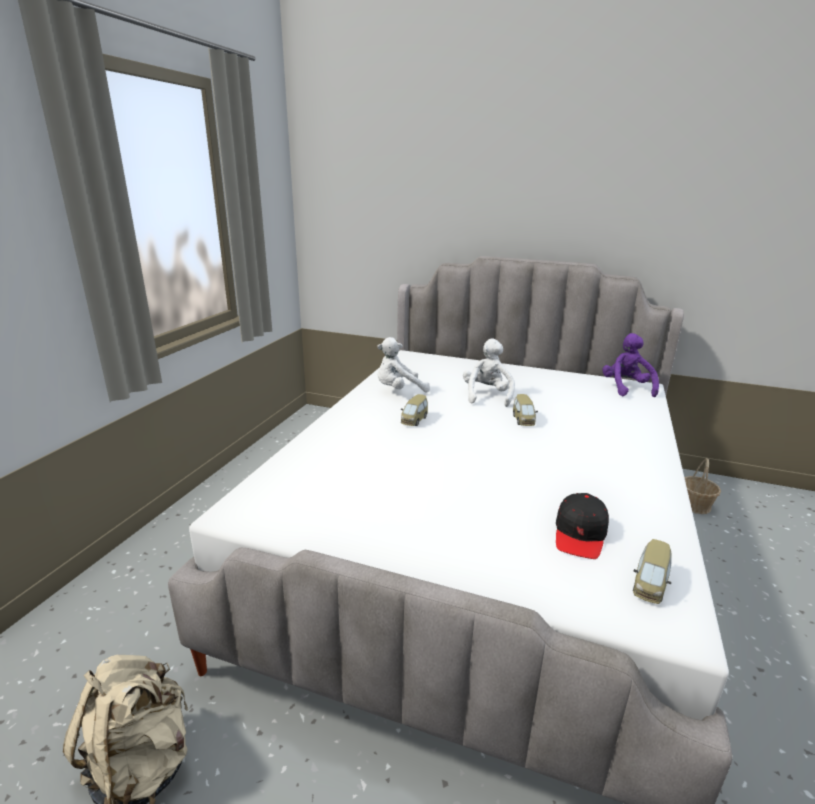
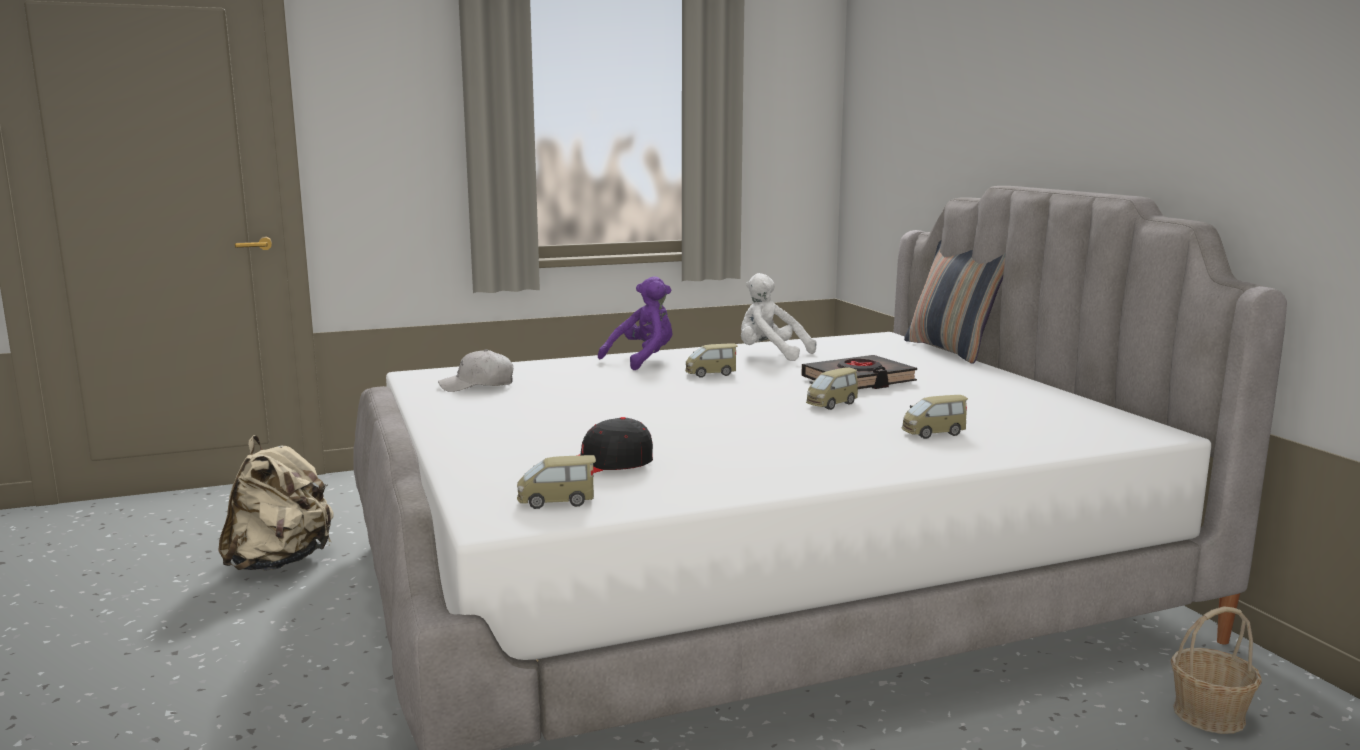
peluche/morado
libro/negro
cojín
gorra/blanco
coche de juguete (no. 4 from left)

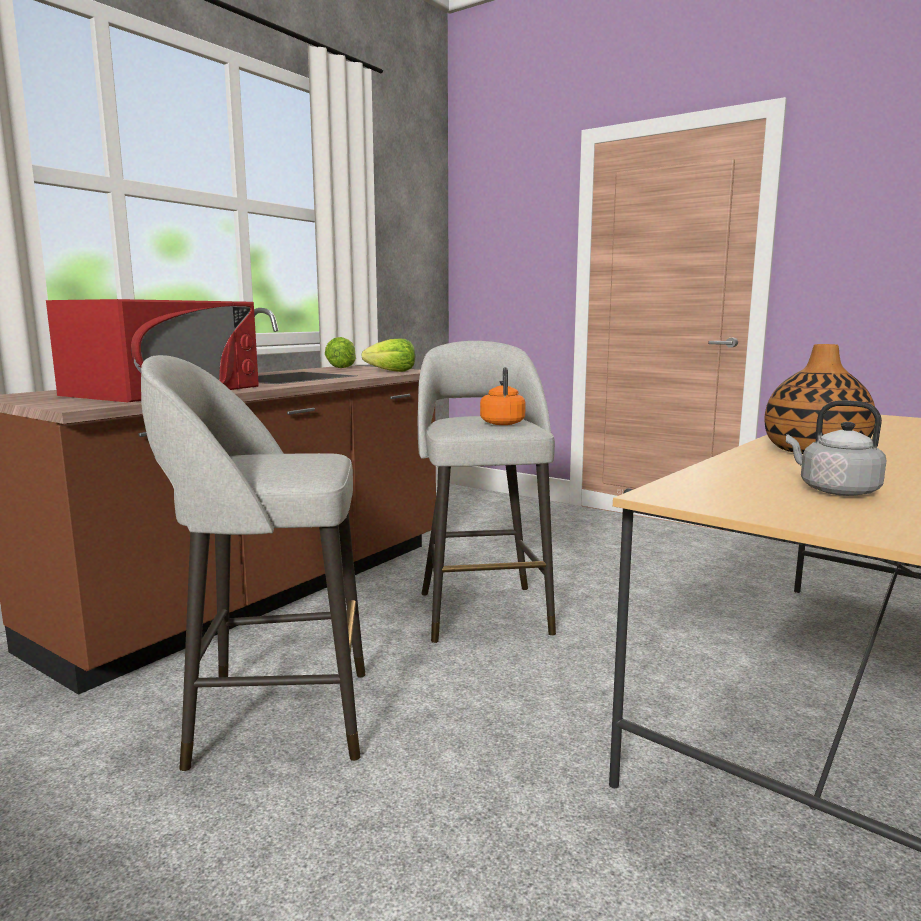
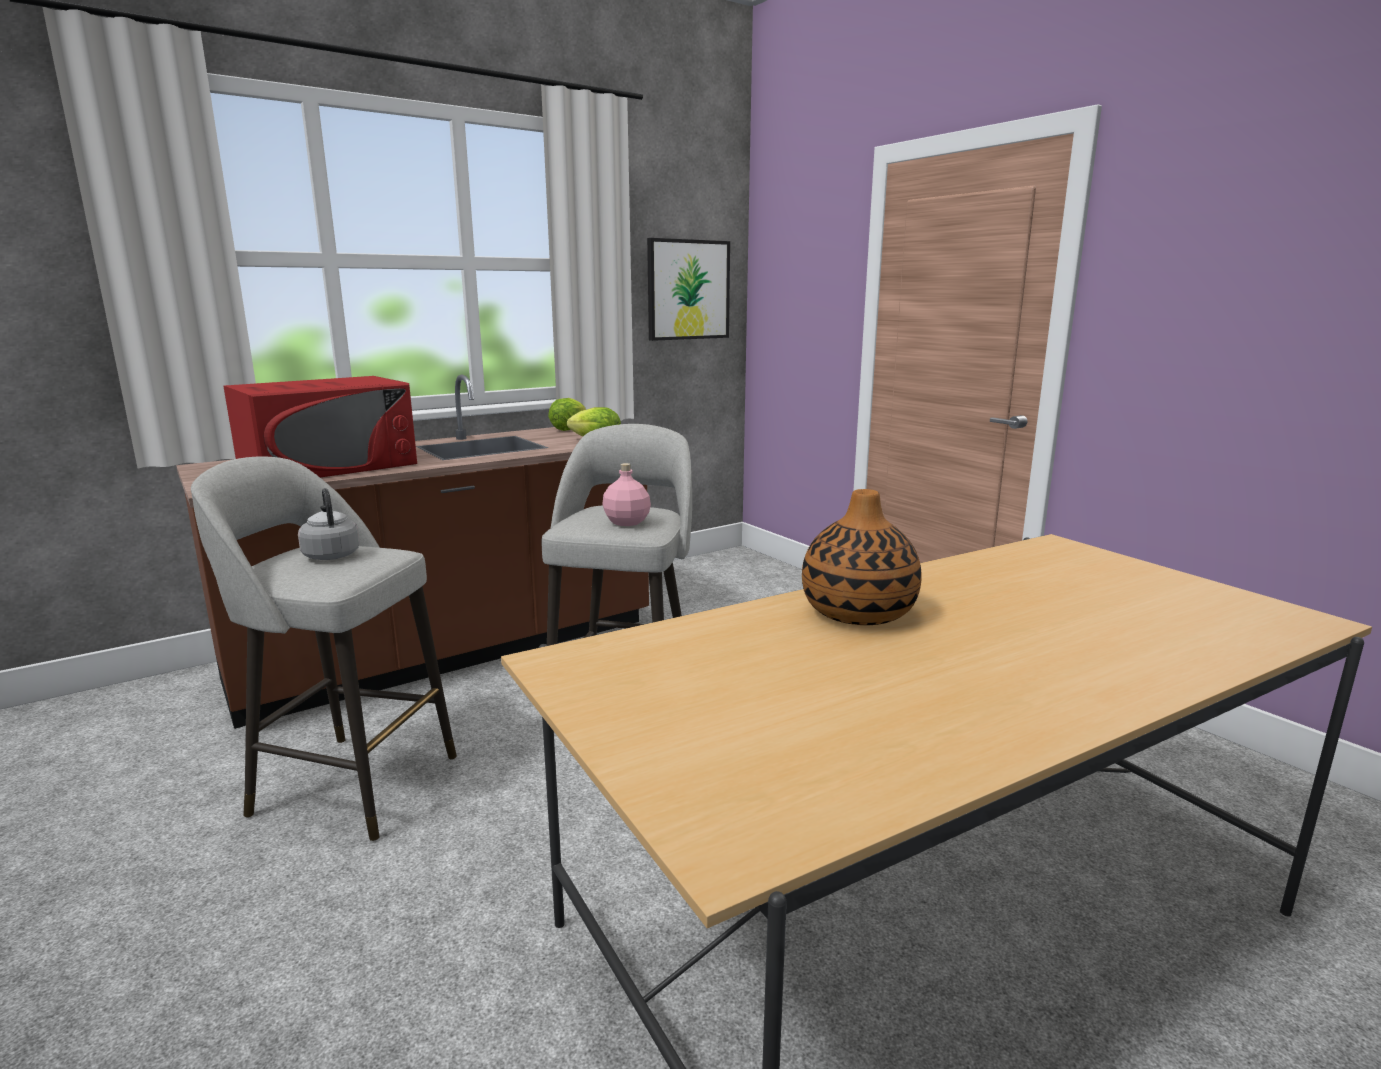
botella/rosa
hervidor/gris
cuadro

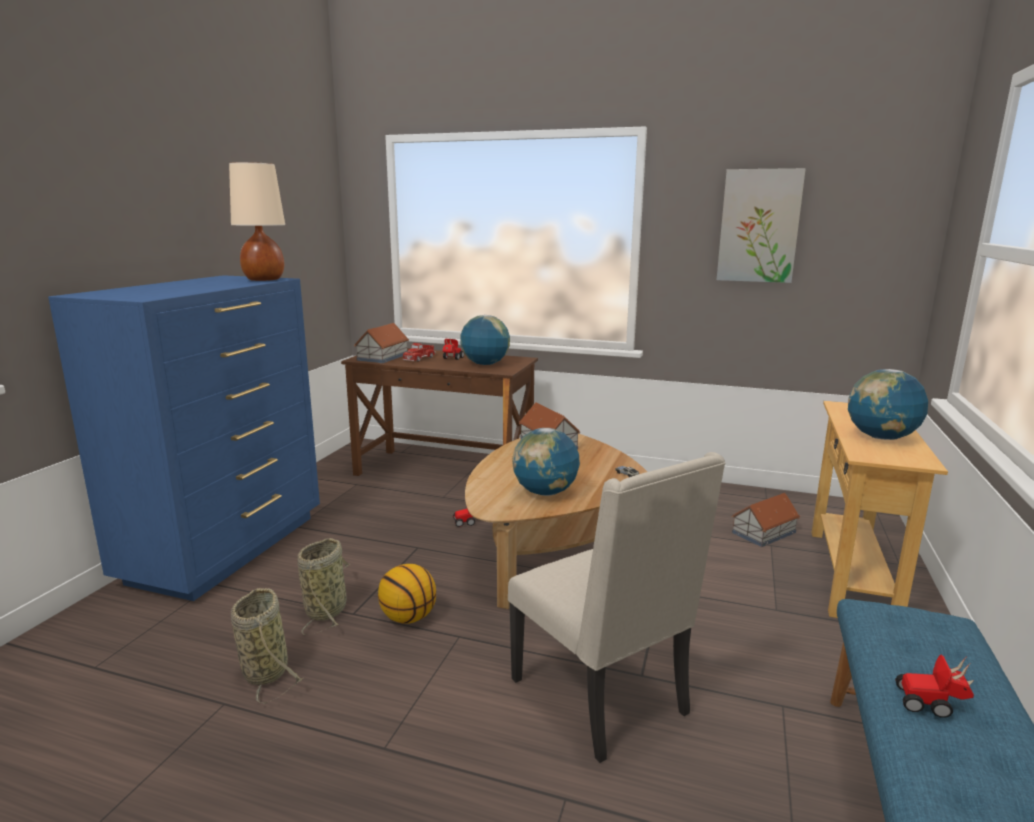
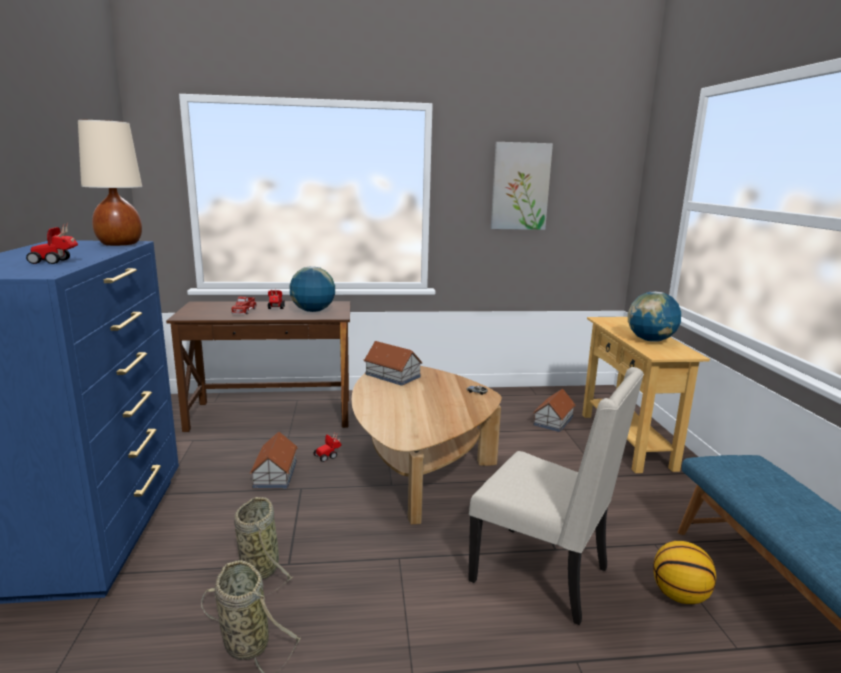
casita (no. 1 from left)
globo terráqueo (no. 2 from left in the first image)
balón de baloncesto
coche de juguete (no. 1 from left)

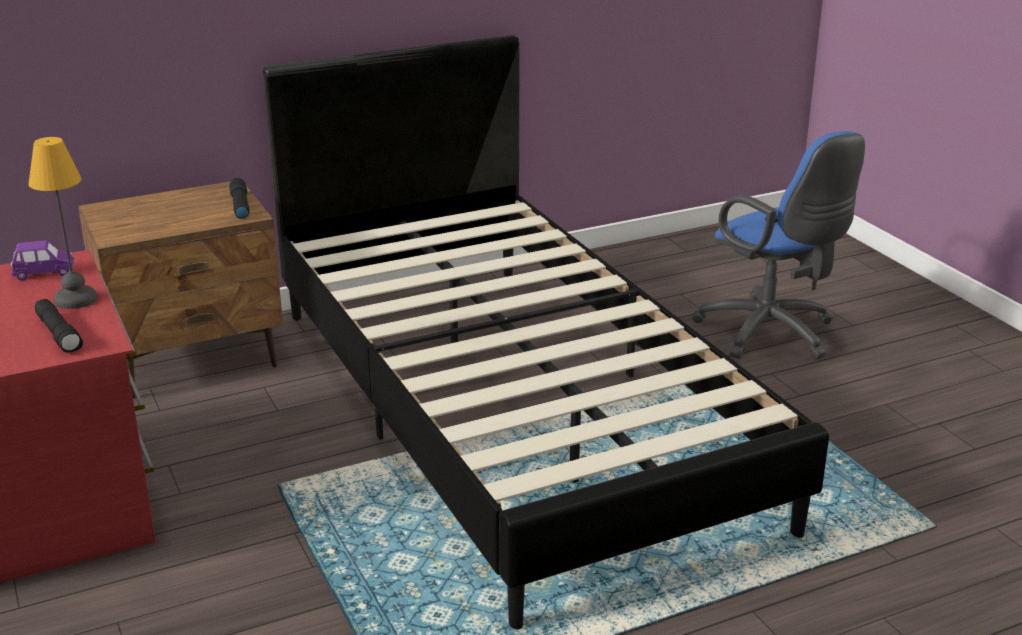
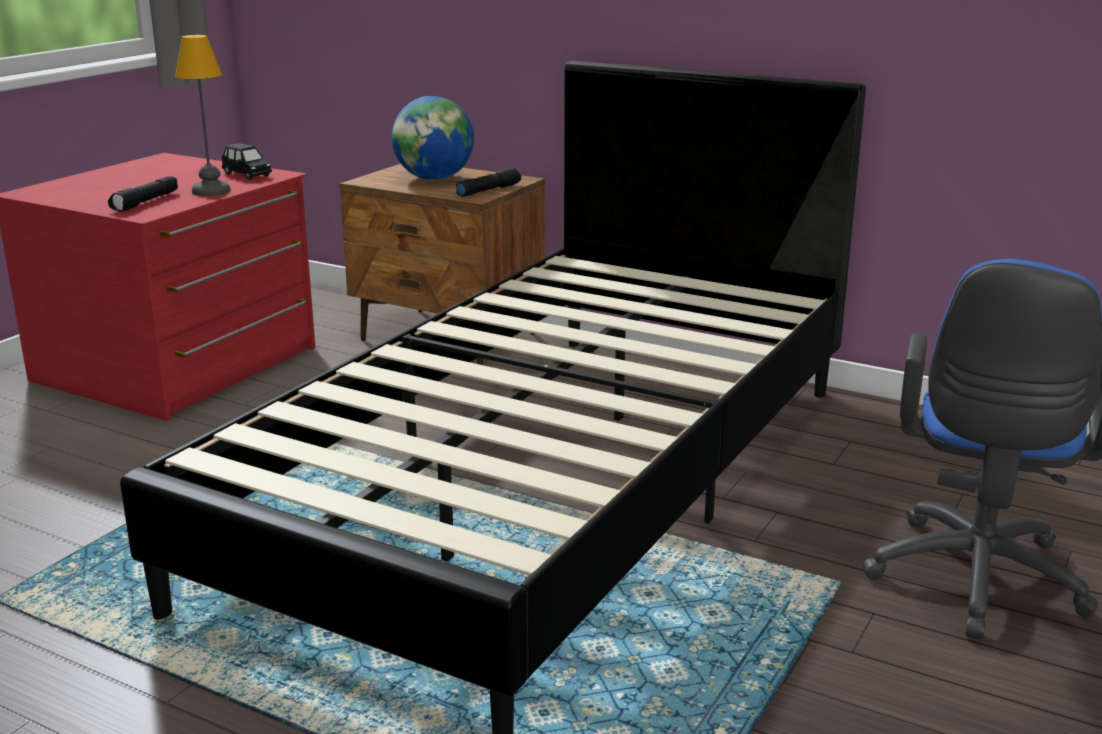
coche de juguete/negro
globo terráqueo

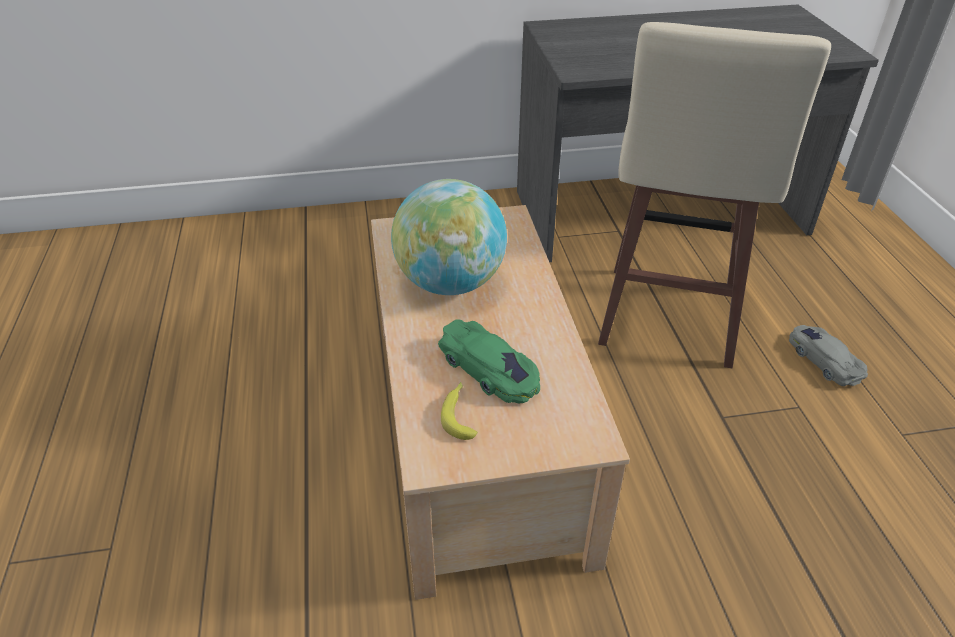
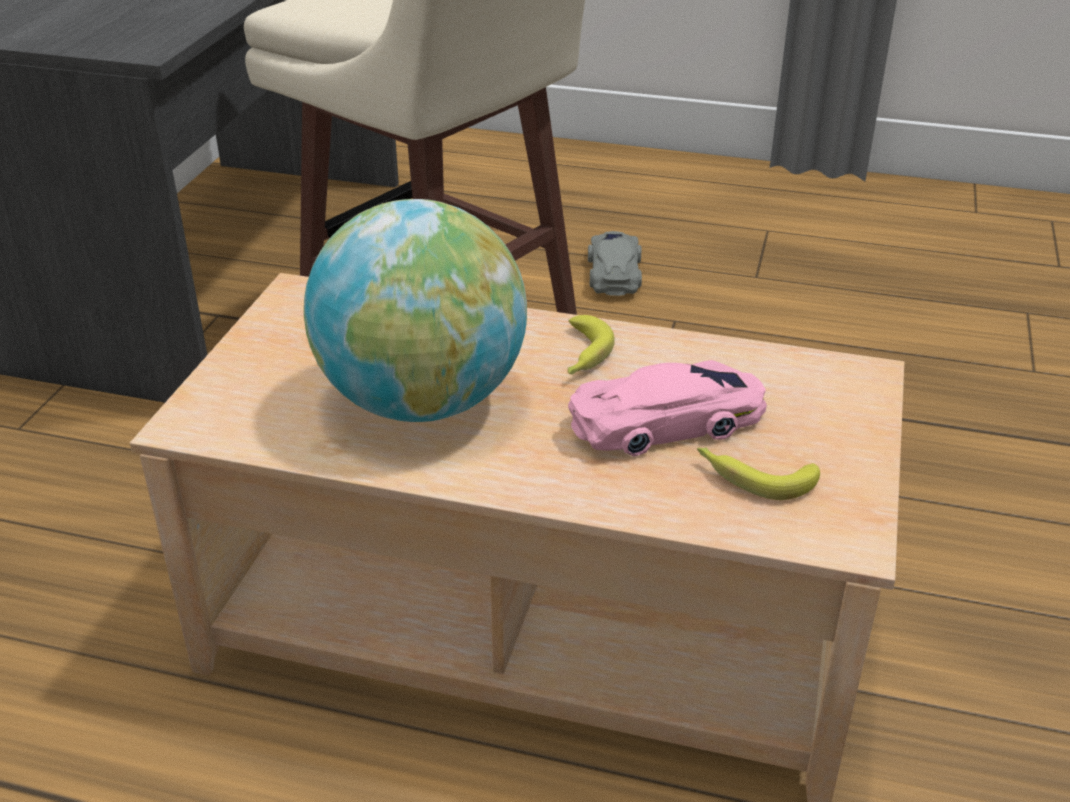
coche de juguete/rosa
coche de juguete/gris
plátano (no. 1 from left)

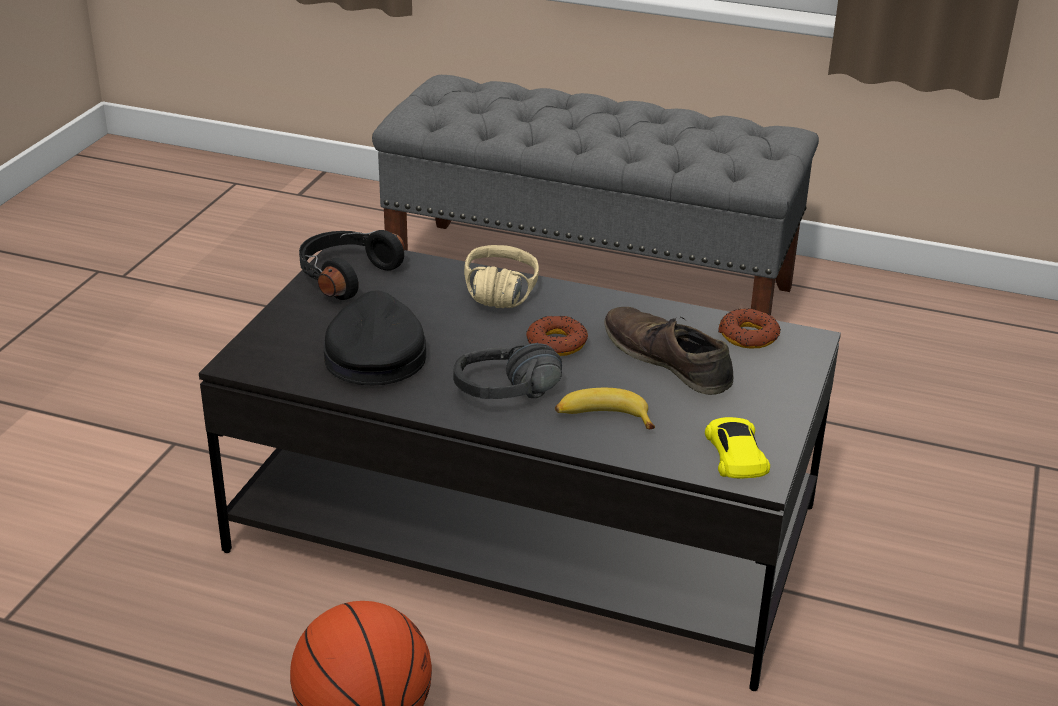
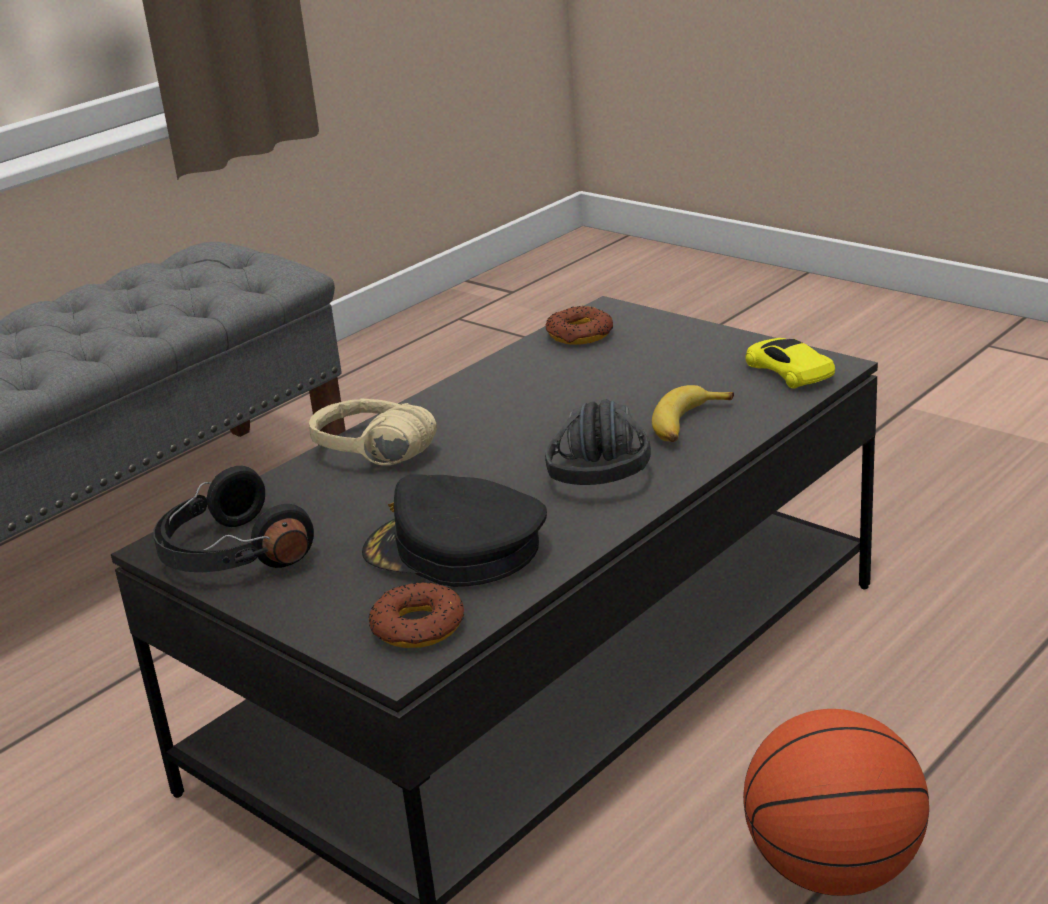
zapato/marrón
rosquilla (no. 1 from left)
coche de juguete/amarillo

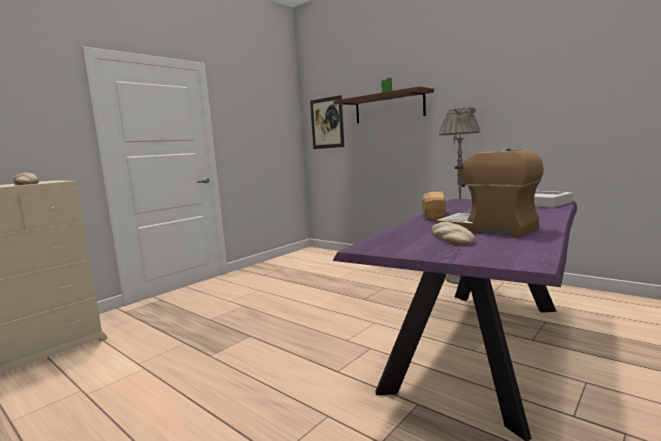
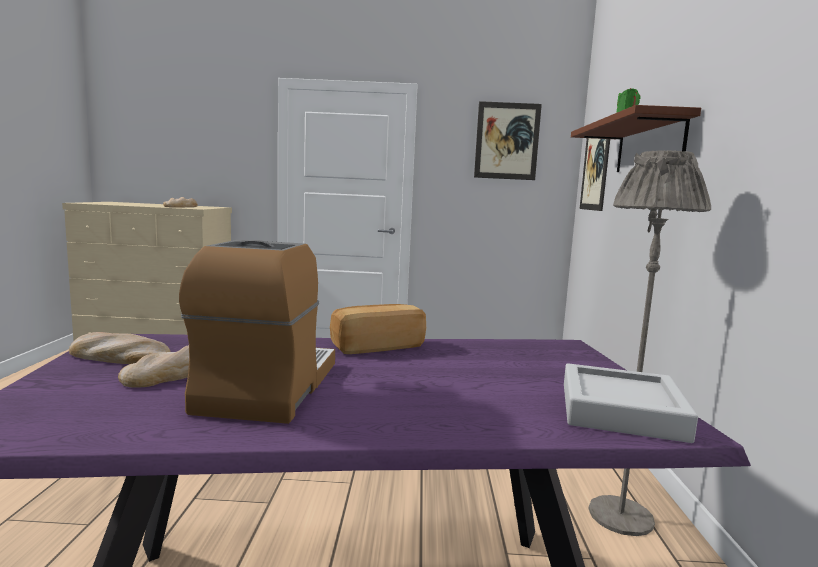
cuadro (no. 1 from left)
pan (no. 1 from left)

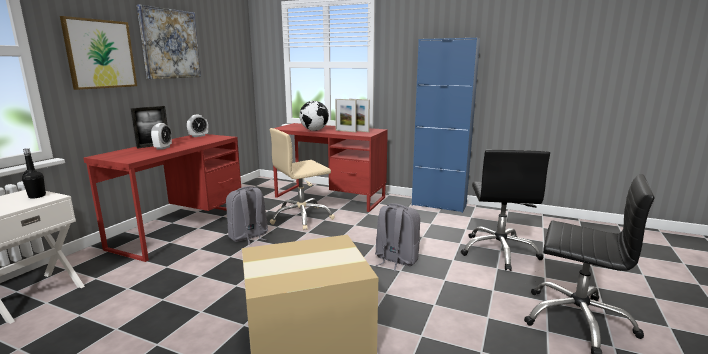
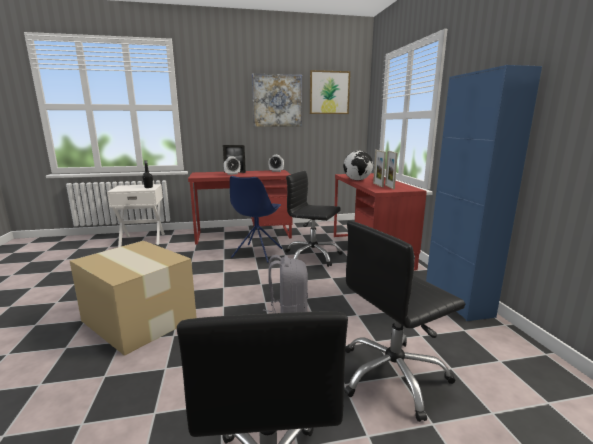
cuadro (no. 2 from left)
silla de oficina/negro (no. 2 from left)
silla/azul

